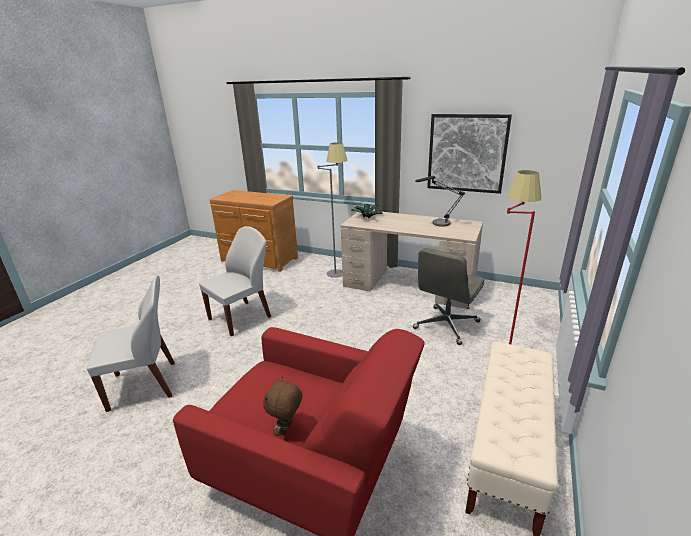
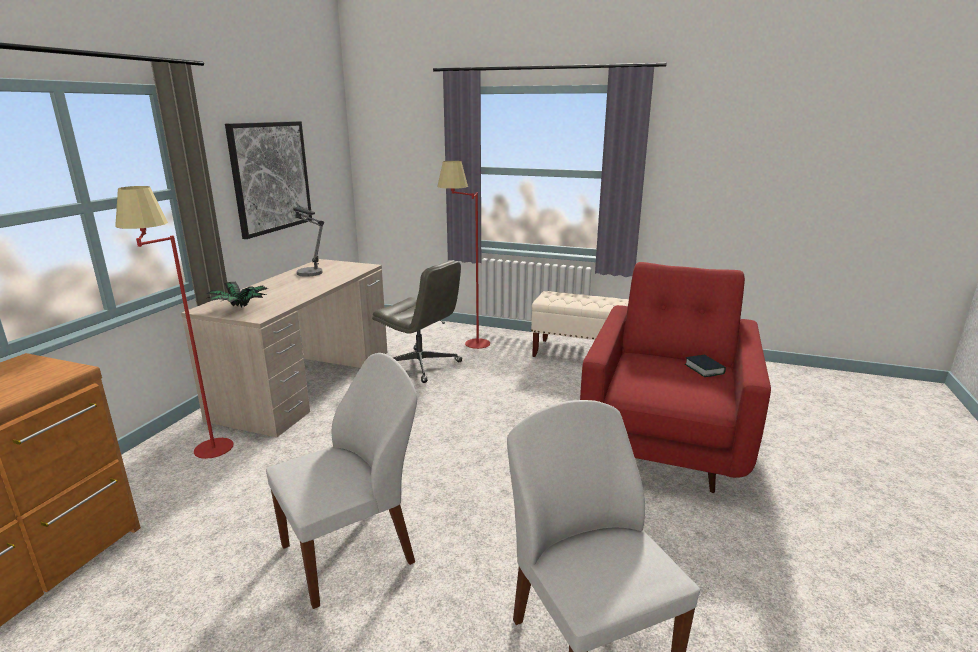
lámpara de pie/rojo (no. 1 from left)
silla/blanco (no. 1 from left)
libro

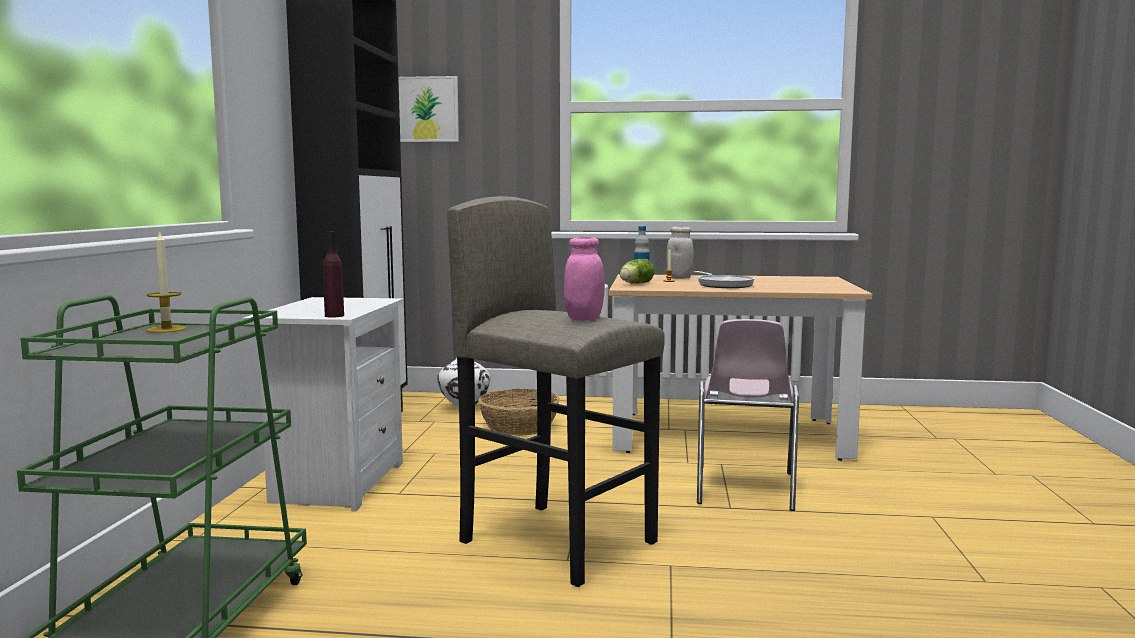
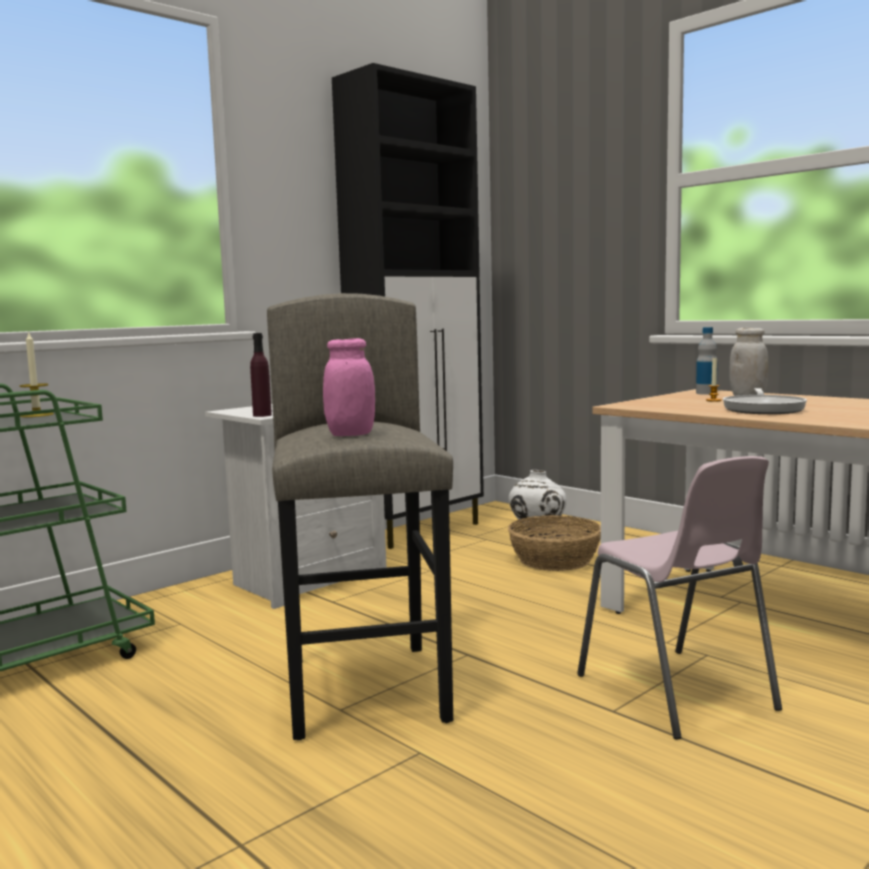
cuadro
lechuga
silla/rosa

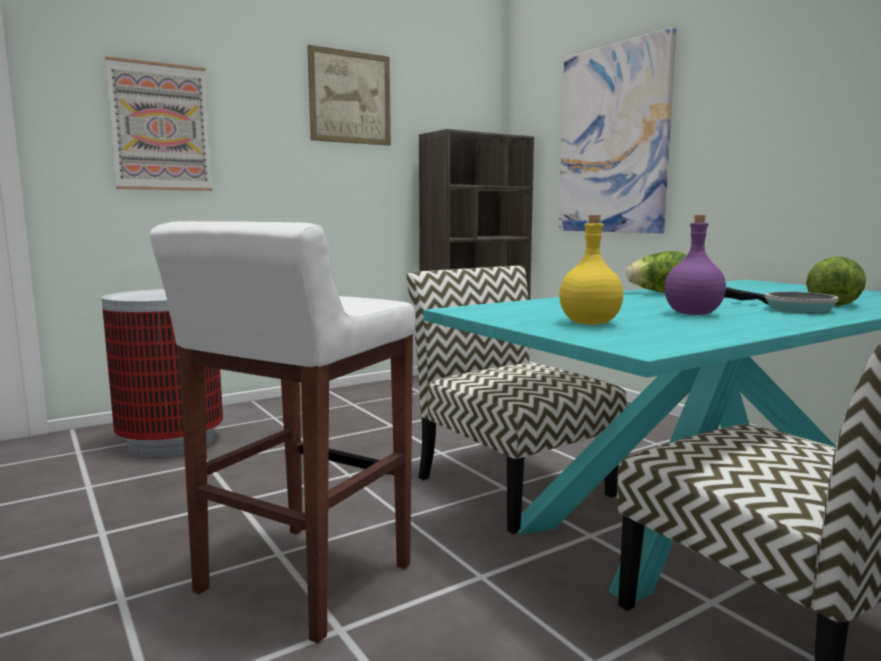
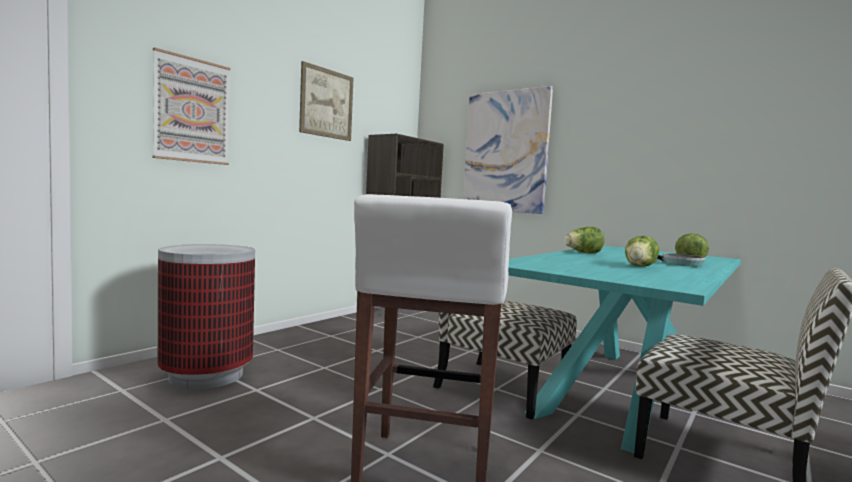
botella/amarillo
lechuga (no. 2 from left)

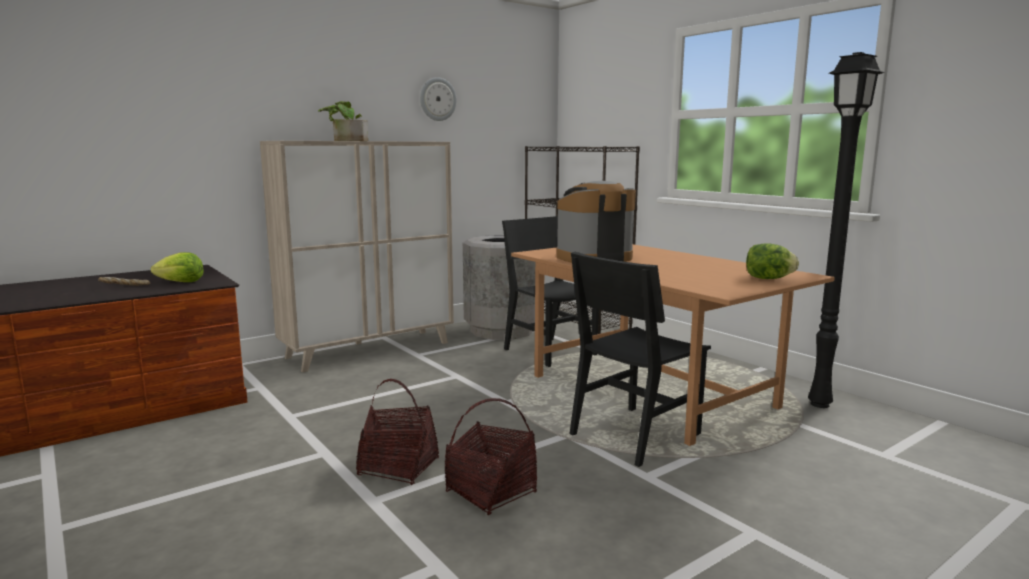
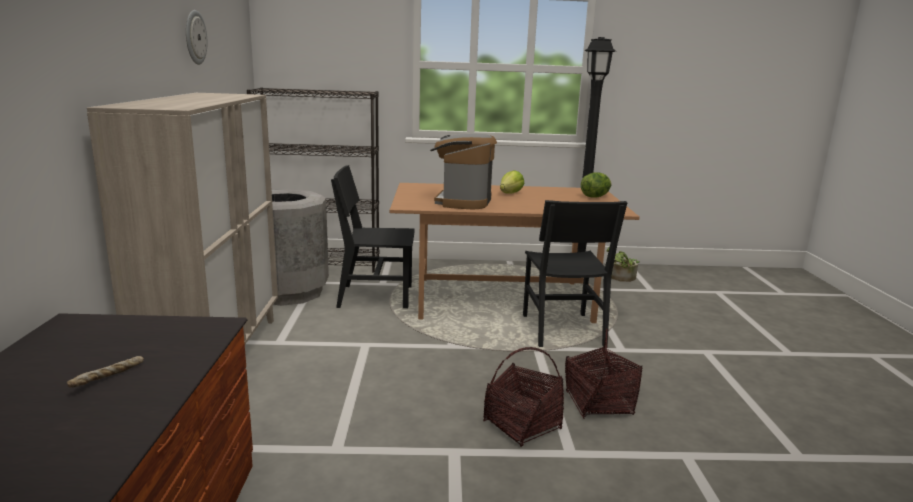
planta en maceta
lechuga (no. 1 from left)

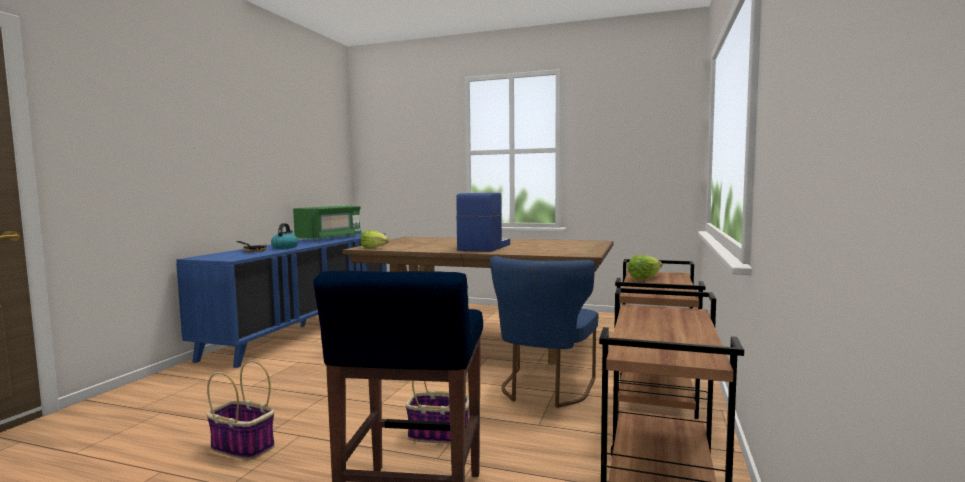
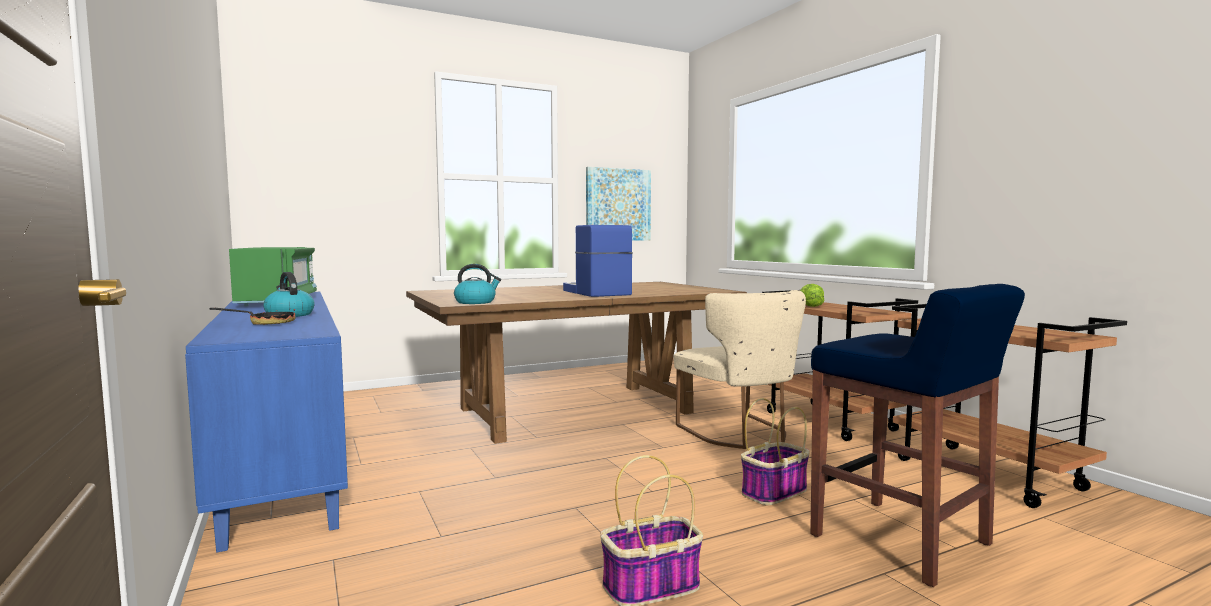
hervidor (no. 2 from left)
silla/beis
cuadro

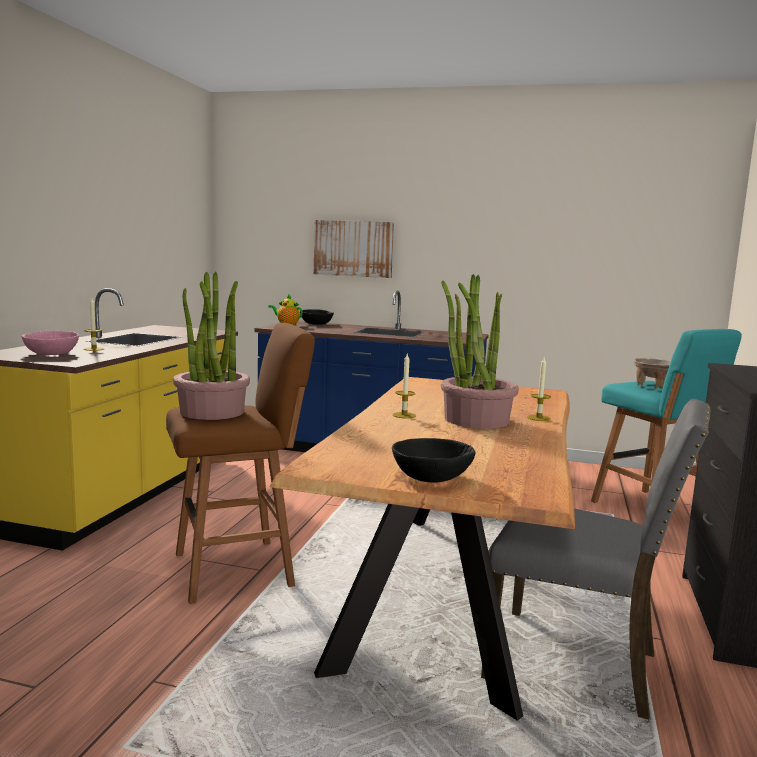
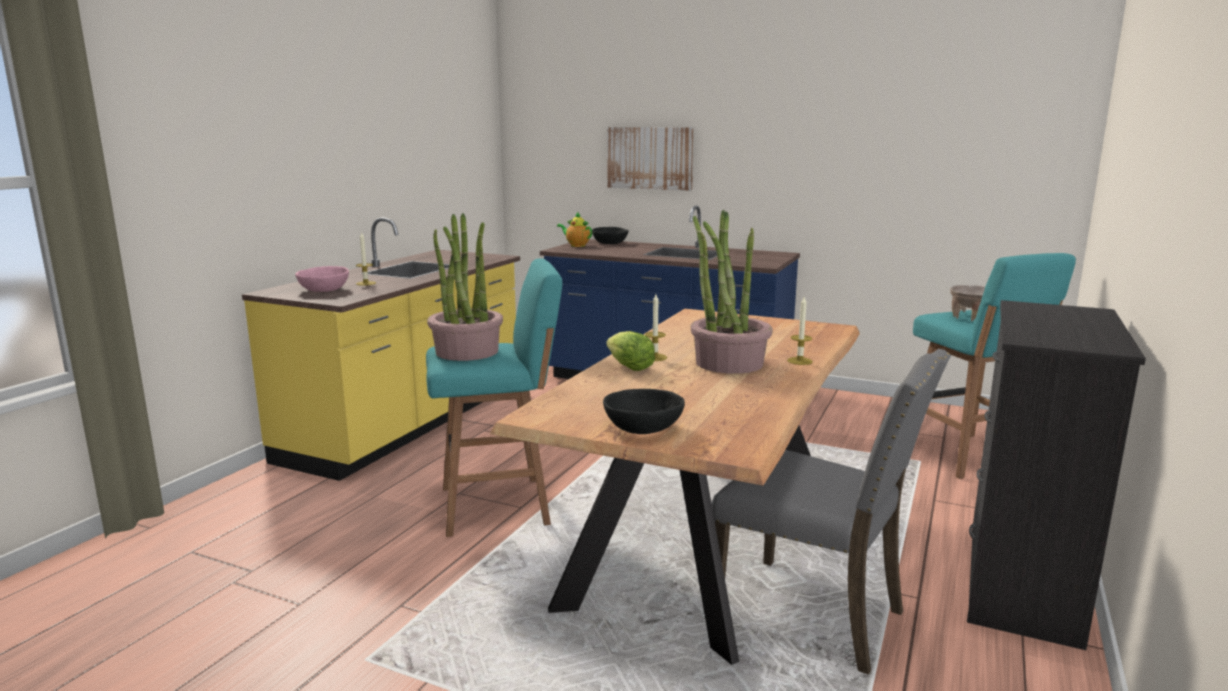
taburete/turquesa (no. 1 from left)
lechuga

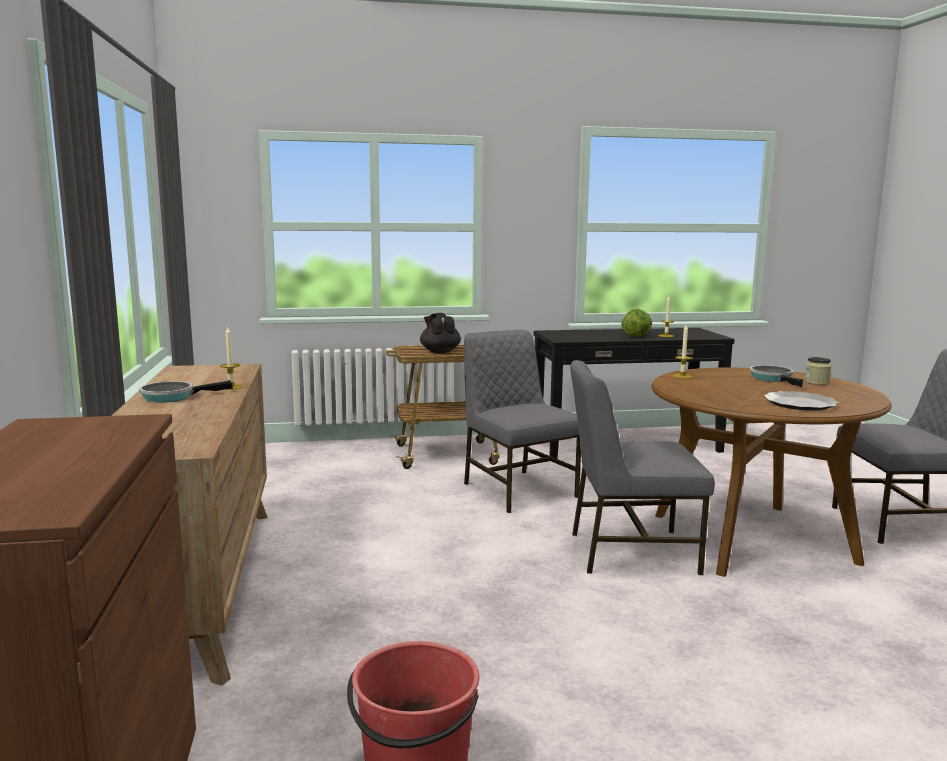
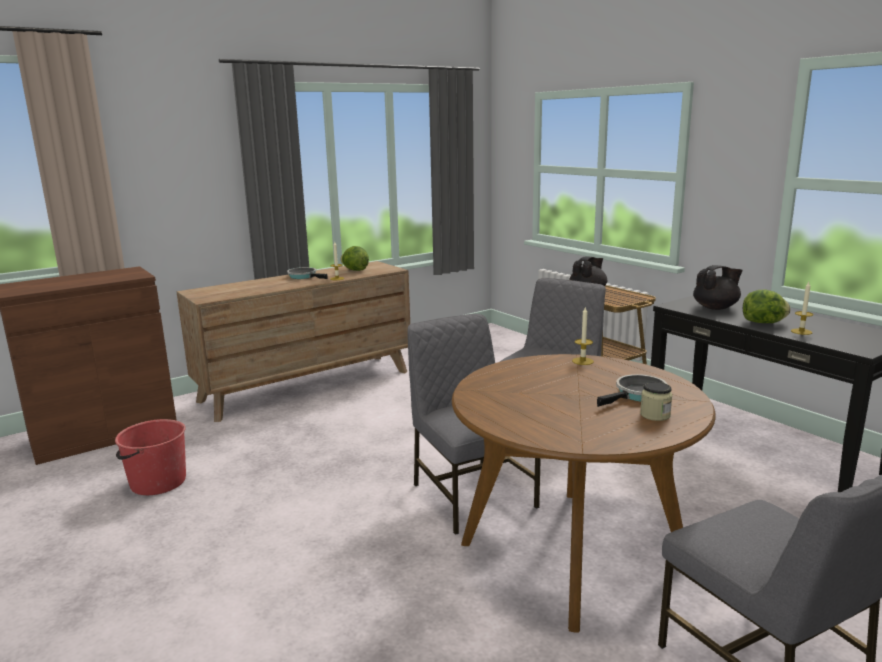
plato
lechuga (no. 1 from left)
tetera/negro (no. 2 from left)

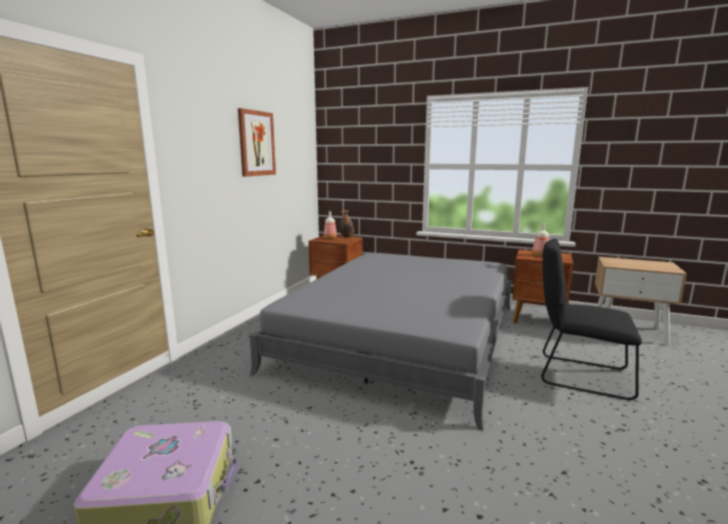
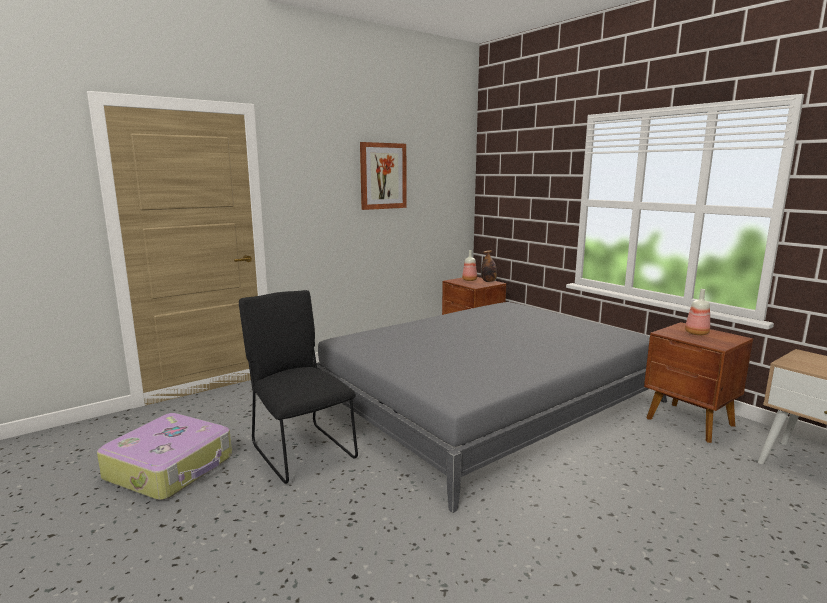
silla/negro

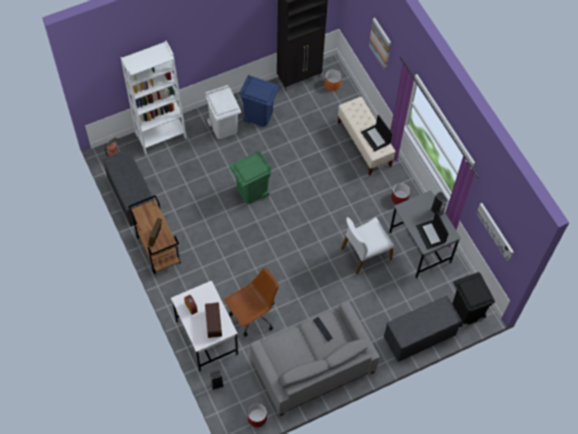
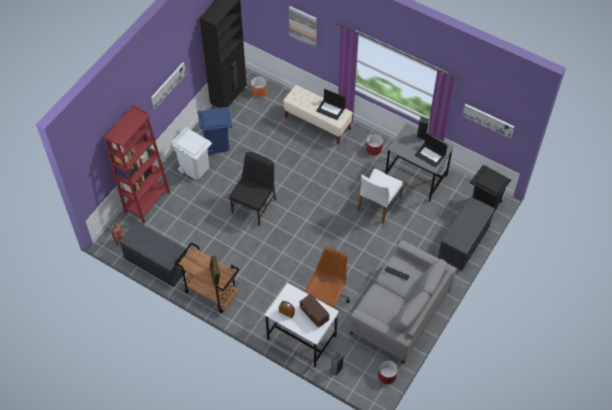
estantería/rojo
silla/negro
cuadro (no. 1 from left)

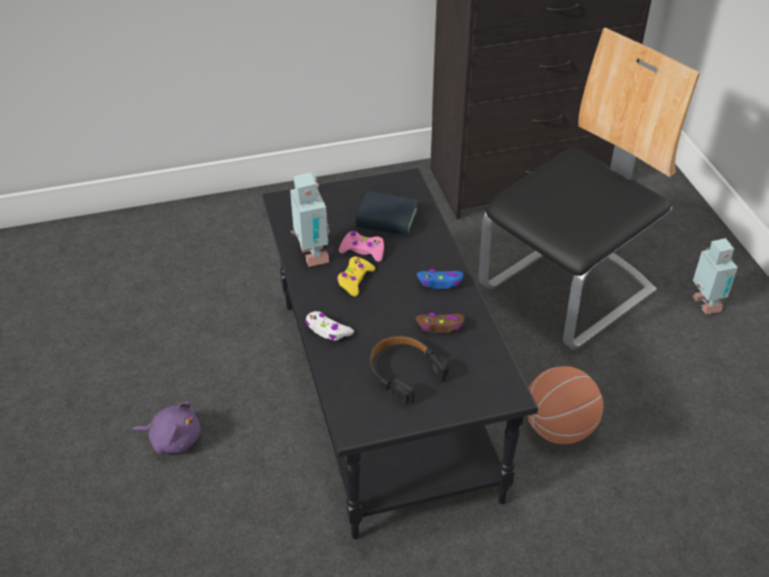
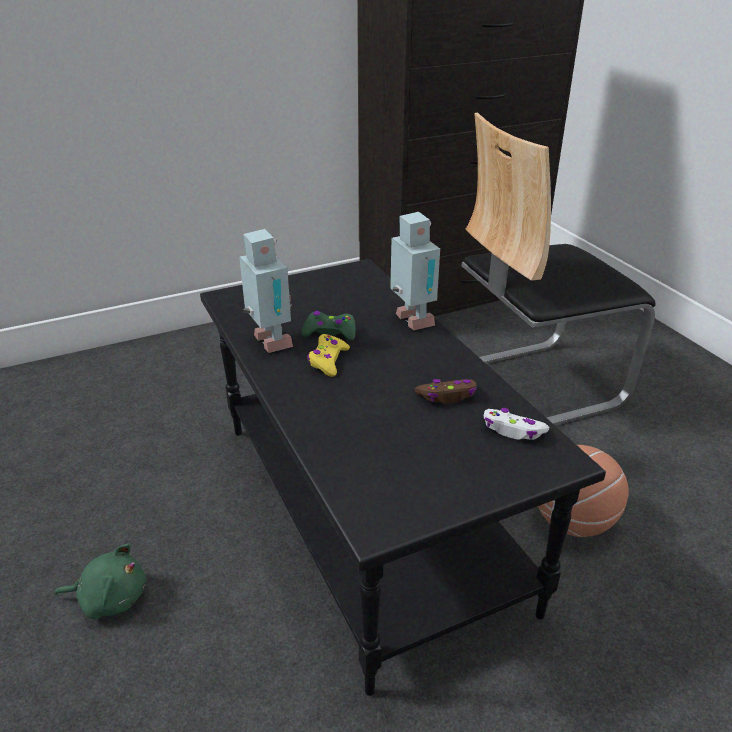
silla
libro
mando de consola/verde
robot de juguete (no. 2 from left)
mando de consola/azul
mando de consola/blanco
auriculares/negro
peluche/verde

